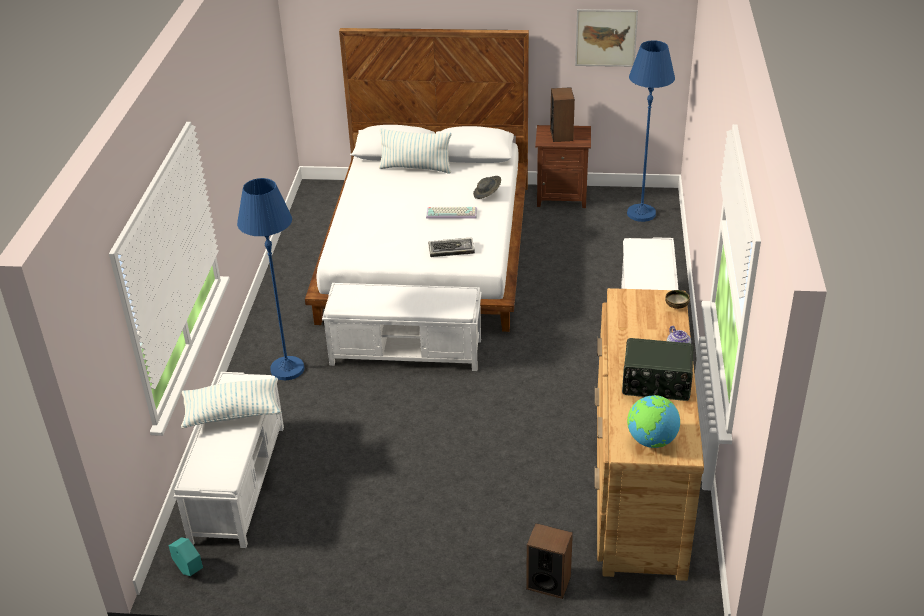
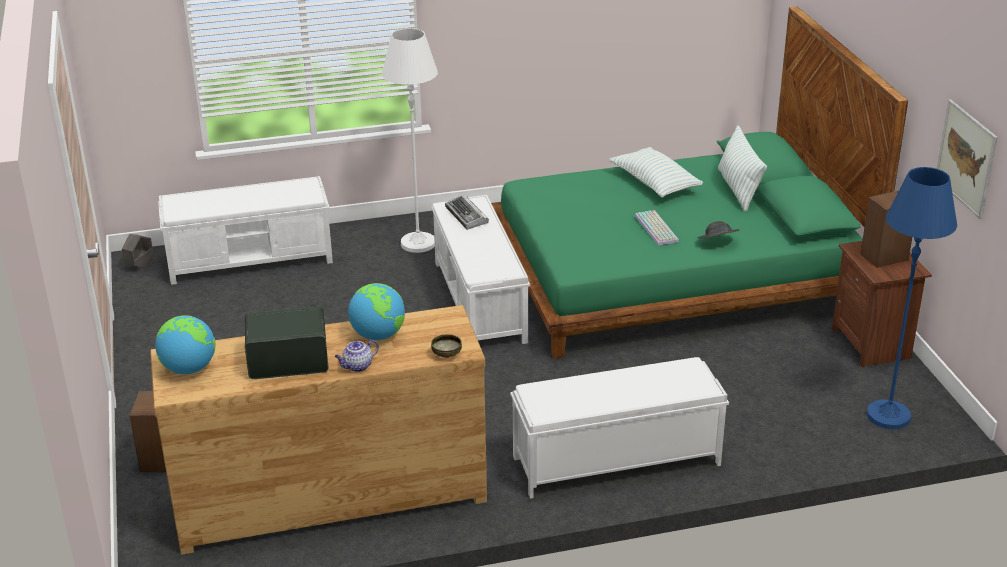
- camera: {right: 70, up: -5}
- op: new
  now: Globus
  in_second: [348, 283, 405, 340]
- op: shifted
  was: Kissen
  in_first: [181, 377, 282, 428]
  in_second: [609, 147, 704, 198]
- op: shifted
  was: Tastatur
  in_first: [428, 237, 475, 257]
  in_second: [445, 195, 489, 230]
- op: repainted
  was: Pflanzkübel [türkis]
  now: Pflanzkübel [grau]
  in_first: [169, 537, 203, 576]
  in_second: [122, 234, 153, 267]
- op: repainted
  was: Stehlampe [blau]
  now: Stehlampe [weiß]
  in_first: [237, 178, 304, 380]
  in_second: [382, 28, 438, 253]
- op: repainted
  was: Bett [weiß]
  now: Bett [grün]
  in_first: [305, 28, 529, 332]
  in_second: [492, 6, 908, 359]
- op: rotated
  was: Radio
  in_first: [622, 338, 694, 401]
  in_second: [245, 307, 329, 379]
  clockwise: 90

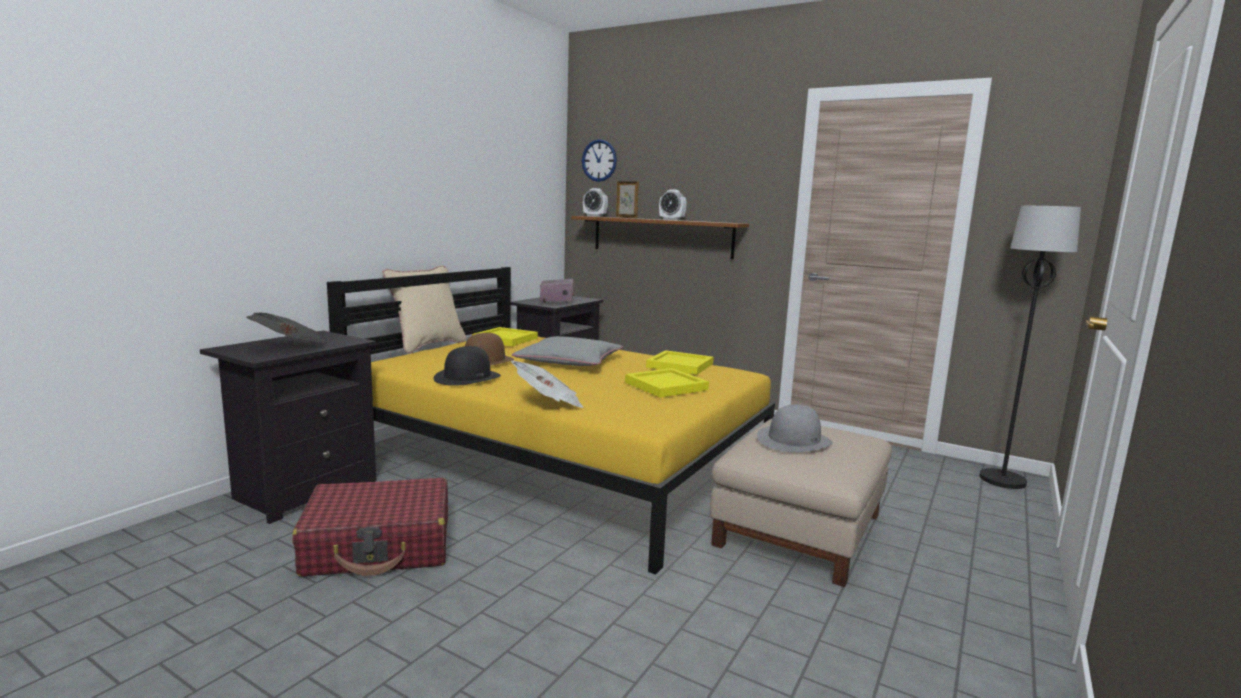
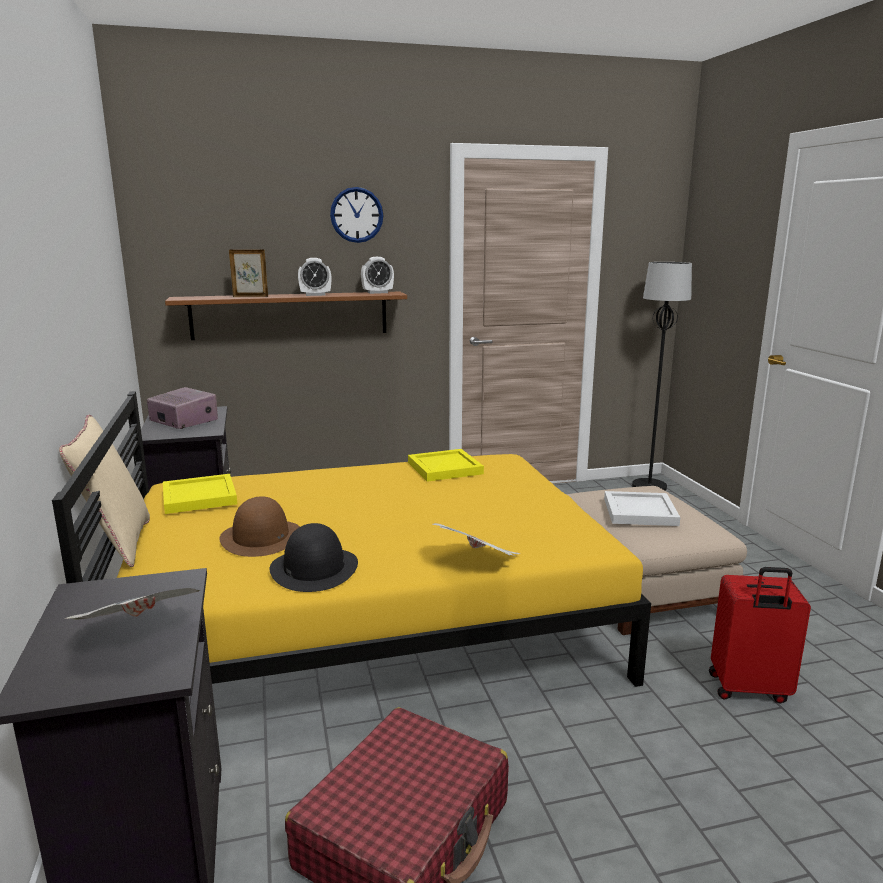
- camera: {right: -45, up: 5}
- op: gone
  was: Kissen [grau]
  in_first: [512, 336, 623, 366]
- op: gone
  was: Tablett [gelb]
  in_first: [625, 368, 709, 398]
- op: new
  now: Koffer [rot]
  in_second: [709, 567, 811, 704]
- op: shifted
  was: Wanduhr
  in_first: [582, 139, 617, 182]
  in_second: [330, 187, 383, 243]
- op: shifted
  was: Wecker
  in_first: [583, 188, 608, 217]
  in_second: [361, 257, 394, 294]
- op: swapped
  was: Hut [grau]
  now: Tablett [weiß]
  in_first: [757, 404, 833, 452]
  in_second: [604, 491, 680, 526]

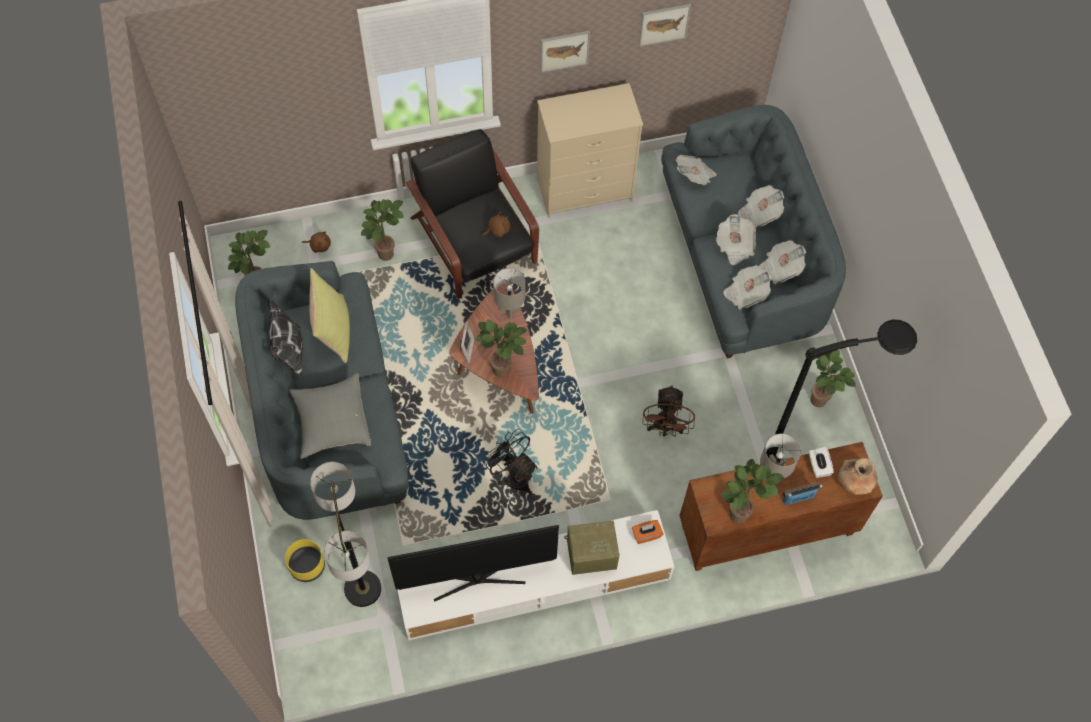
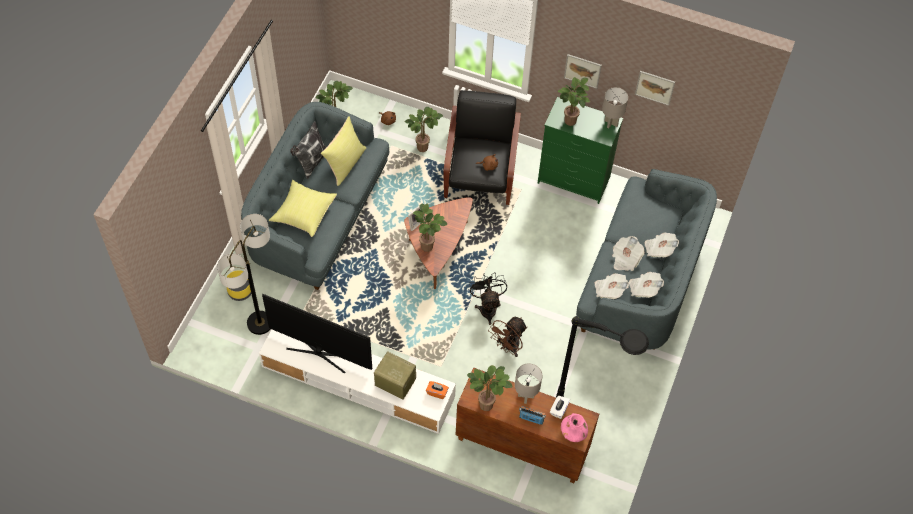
- camera: {right: 35, up: -5}
- op: gone
  was: Zeitung
  in_first: [676, 155, 716, 186]
- op: shifted
  was: Ventilator [schwarz]
  in_first: [483, 429, 538, 495]
  in_second: [469, 272, 507, 325]
- op: shifted
  was: Tischlampe [grau]
  in_first: [493, 268, 526, 320]
  in_second: [602, 87, 628, 129]
- op: shifted
  was: Topfpflanze
  in_first: [810, 350, 856, 407]
  in_second: [558, 77, 590, 126]
- op: repainted
  was: Kissen [grau]
  now: Kissen [gelb]
  in_first: [289, 373, 371, 459]
  in_second: [269, 180, 337, 237]
- op: repainted
  was: Kommode [beige]
  now: Kommode [grün]
  in_first: [537, 83, 643, 218]
  in_second: [538, 97, 623, 204]
- op: repainted
  was: Vase [braun]
  now: Vase [rosa]
  in_first: [838, 458, 878, 495]
  in_second: [561, 413, 588, 442]

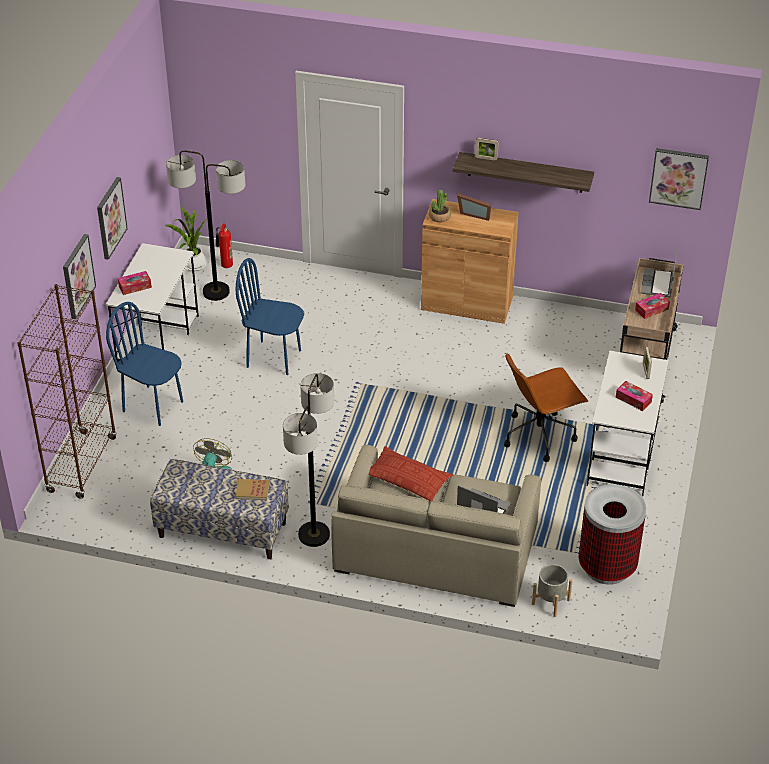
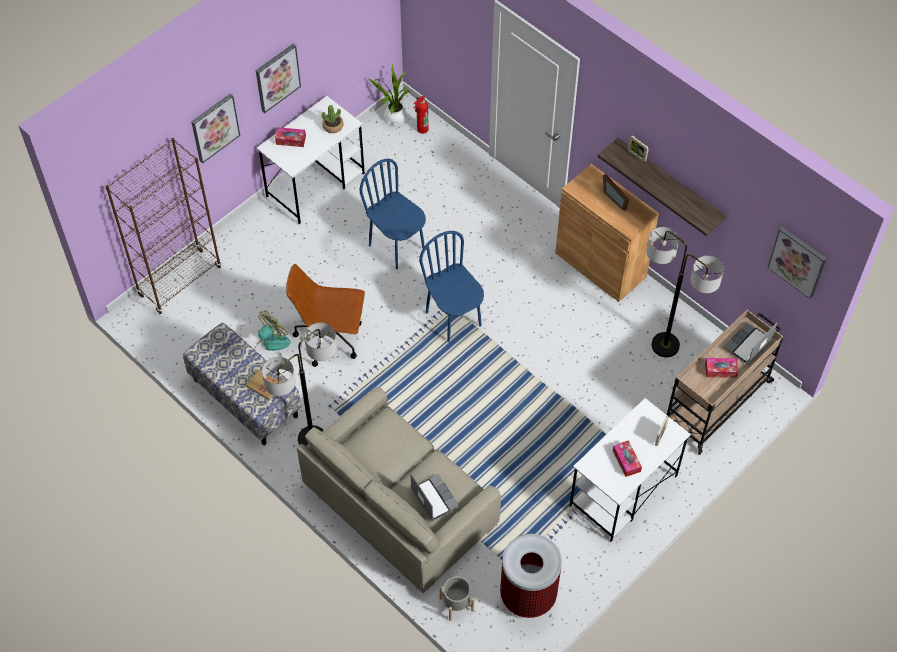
- camera: {right: 30, up: 15}
- op: gone
  was: Kissen
  in_first: [369, 446, 453, 501]
- op: shifted
  was: Stuhl [blau]
  in_first: [106, 302, 183, 426]
  in_second: [419, 231, 484, 342]
- op: shifted
  was: Stehlampe
  in_first: [166, 150, 245, 301]
  in_second: [646, 227, 724, 357]
- op: shifted
  was: Topfpflanze
  in_first: [429, 190, 451, 222]
  in_second: [322, 105, 344, 133]
- op: shifted
  was: Bürostuhl [braun]
  in_first: [504, 354, 588, 462]
  in_second: [286, 264, 365, 367]

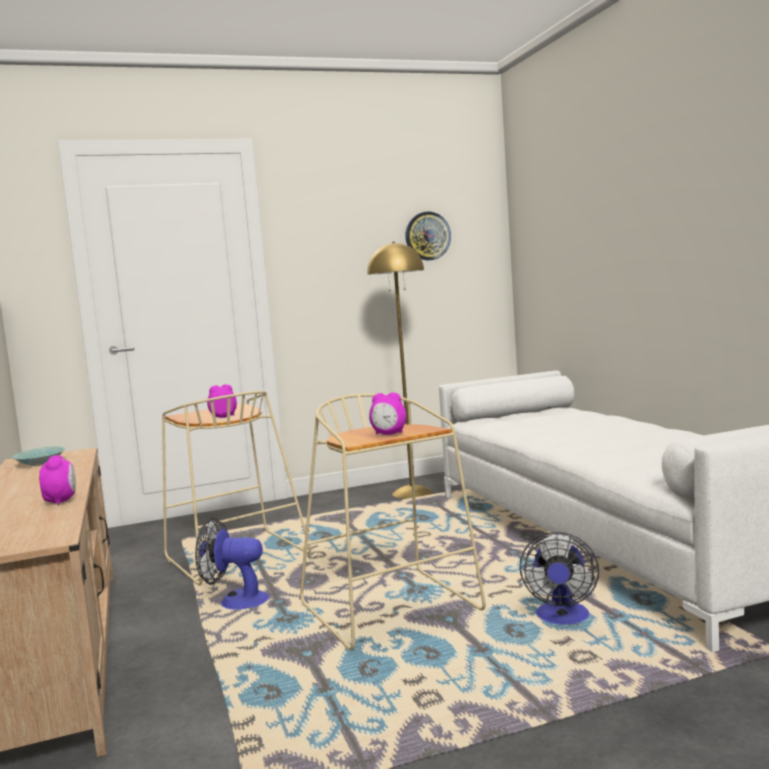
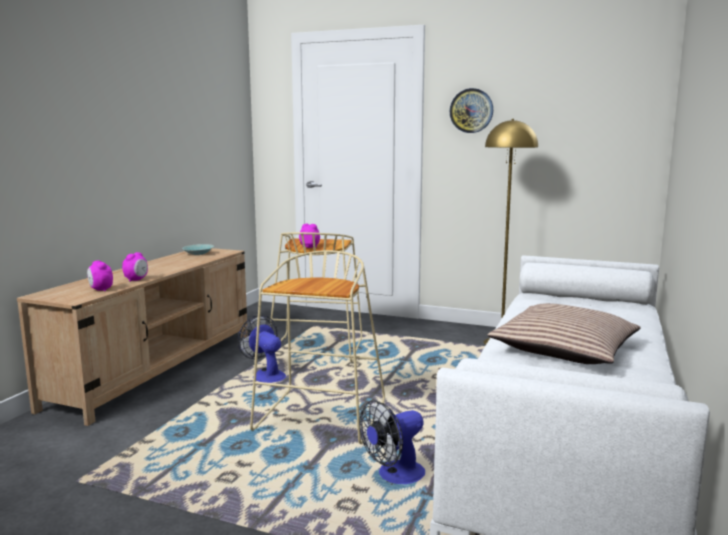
- camera: {right: 40, up: 5}
- op: new
  now: Kissen
  in_second: [487, 303, 640, 364]
- op: shifted
  was: Wecker
  in_first: [369, 392, 406, 435]
  in_second: [87, 261, 113, 291]
- op: shifted
  was: Wanduhr
  in_first: [405, 211, 451, 260]
  in_second: [450, 88, 493, 133]

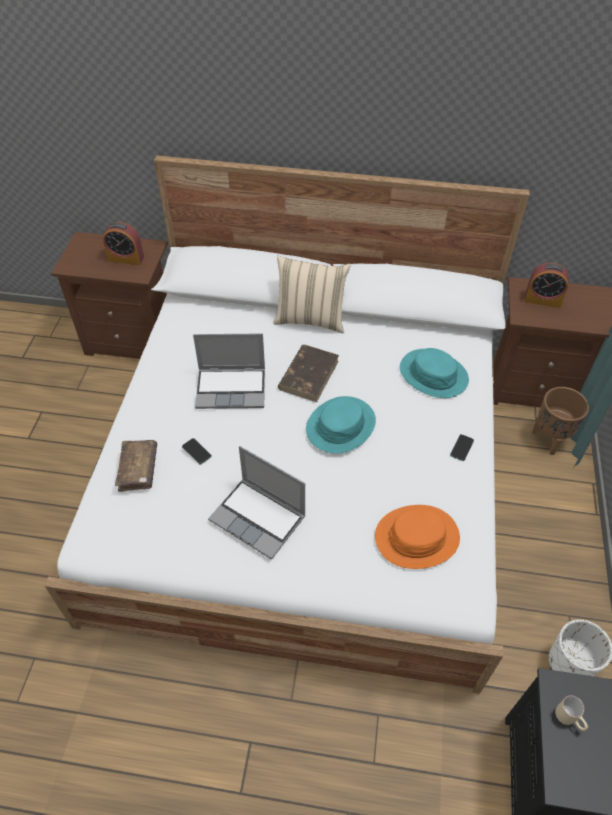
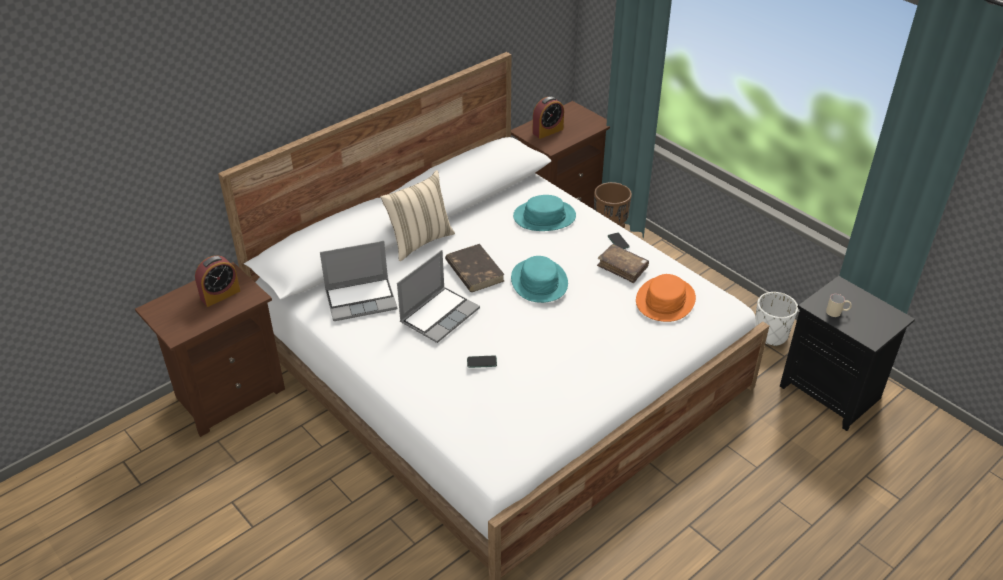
- camera: {right: -50, up: -10}
- op: shifted
  was: Buch [braun]
  in_first: [115, 440, 157, 492]
  in_second: [597, 244, 649, 283]
- op: shifted
  was: Laptop
  in_first: [208, 446, 306, 560]
  in_second: [320, 241, 397, 321]

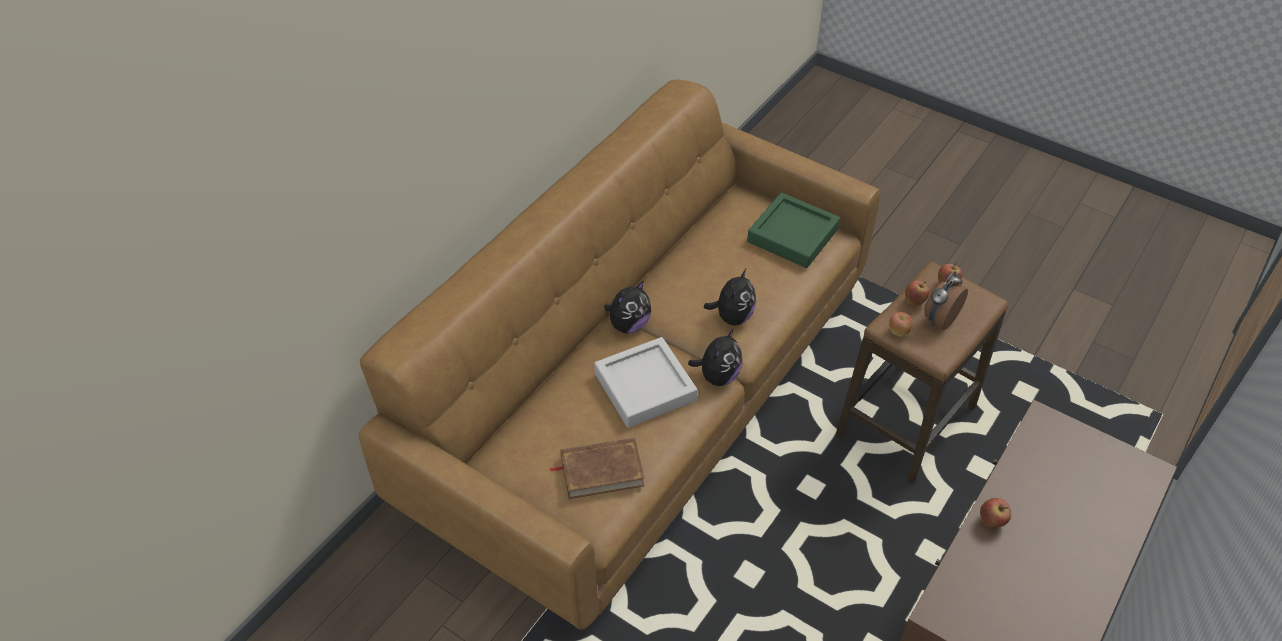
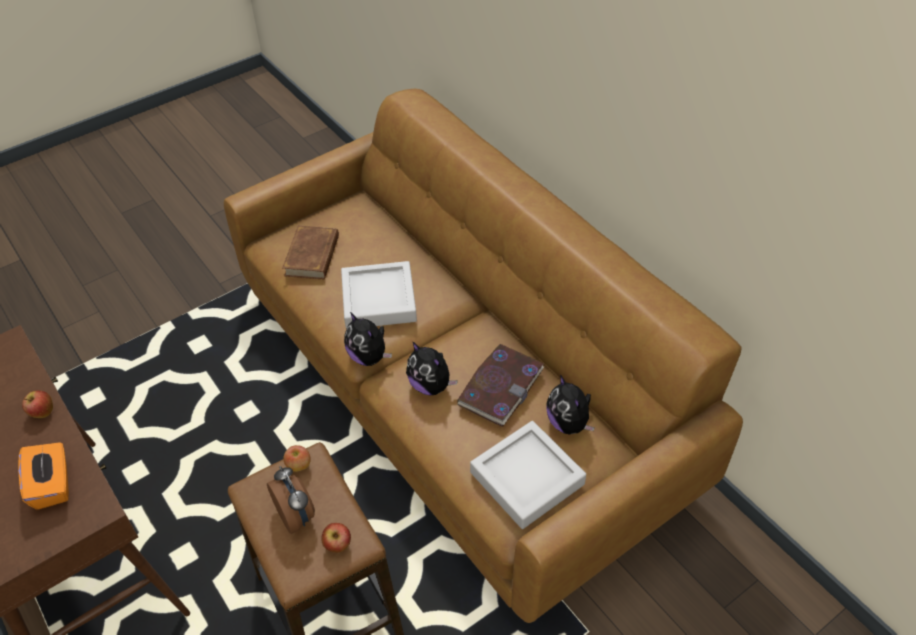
- camera: {right: 110, up: 0}
- op: gone
  was: Apfel
  in_first: [905, 280, 930, 306]
- op: new
  now: Taschentuchbox [orange]
  in_second: [19, 442, 69, 510]
- op: new
  now: Buch
  in_second: [457, 344, 544, 427]
- op: shifted
  was: Plüschtier
  in_first: [604, 280, 651, 334]
  in_second: [547, 375, 595, 434]
- op: repainted
  was: Tablett [grün]
  now: Tablett [grau]
  in_first: [747, 193, 840, 268]
  in_second: [470, 421, 586, 529]

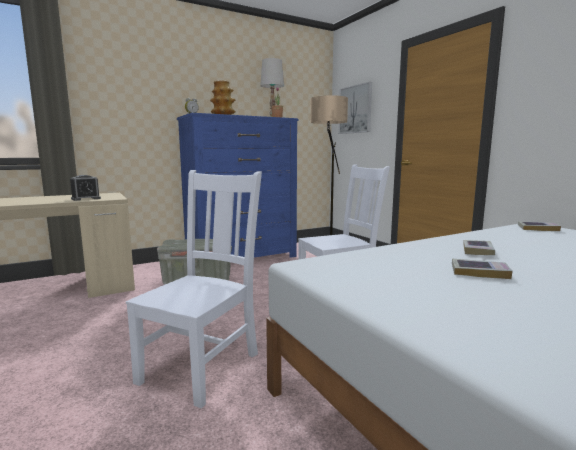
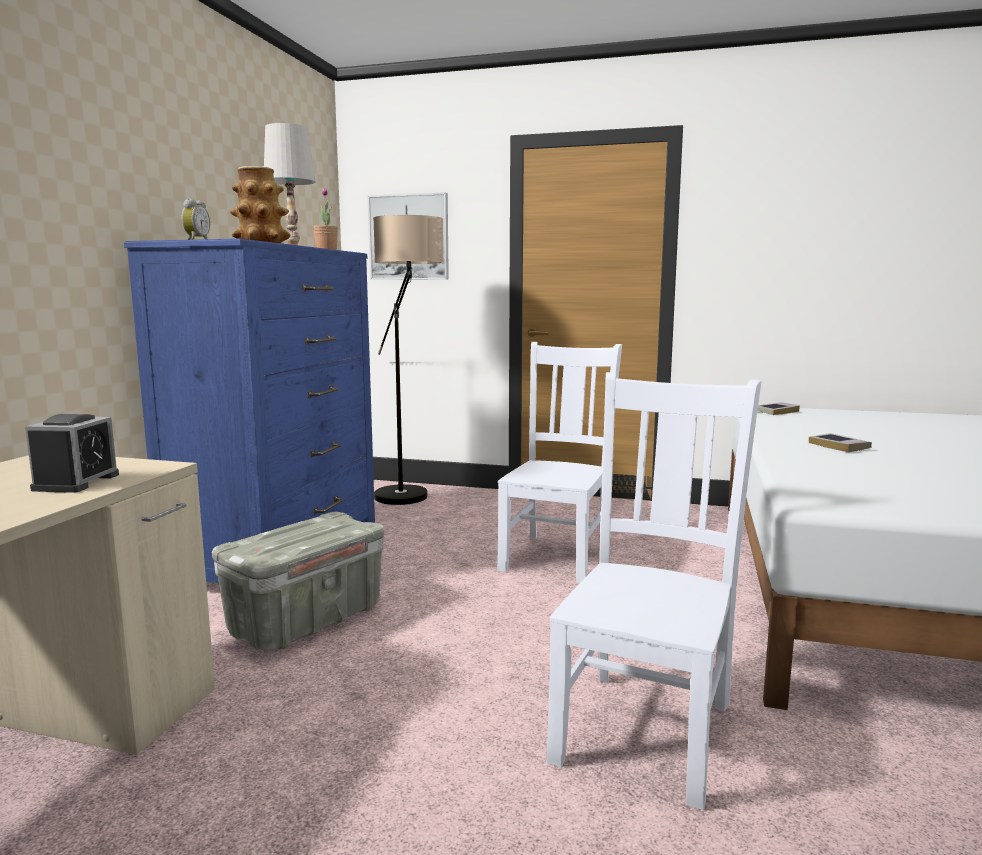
- camera: {right: -45, up: 0}
- op: gone
  was: Buch
  in_first: [452, 259, 513, 279]
- op: rotated
  was: Stuhl [weiß]
  in_first: [126, 170, 262, 408]
  in_second: [546, 372, 761, 810]
  clockwise: 45

